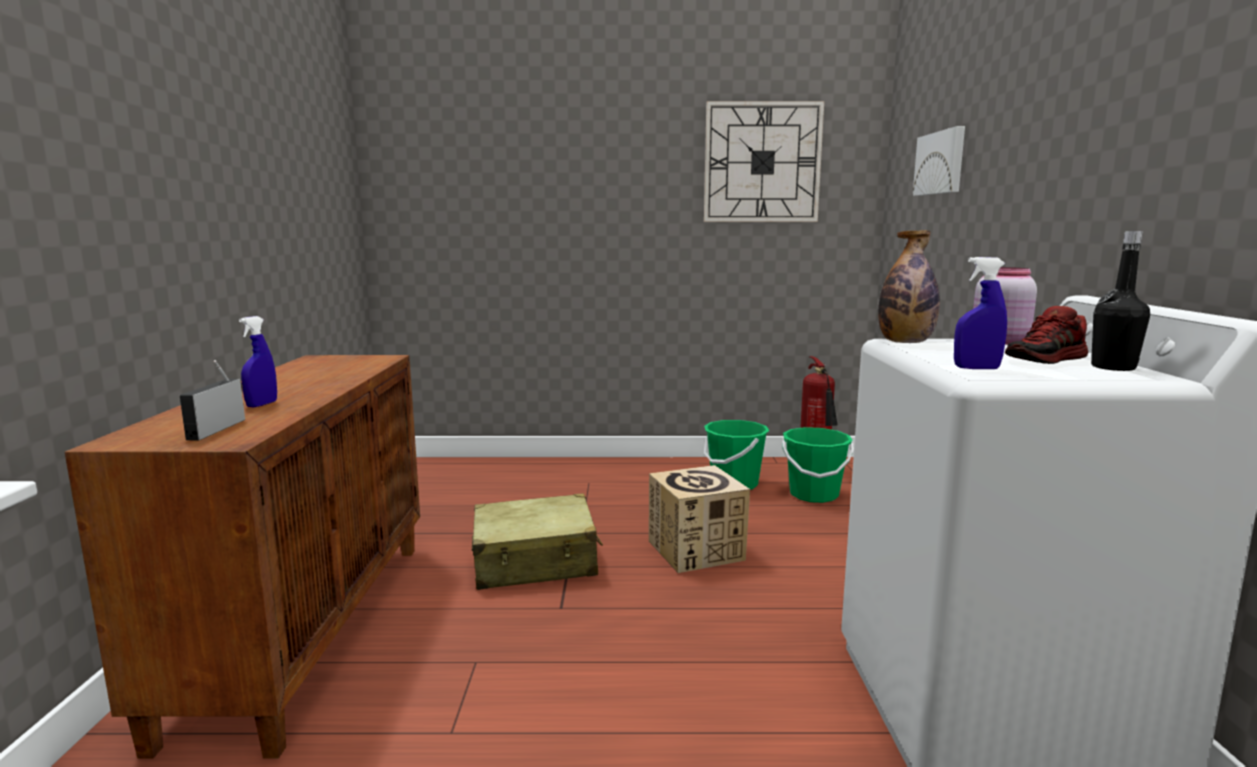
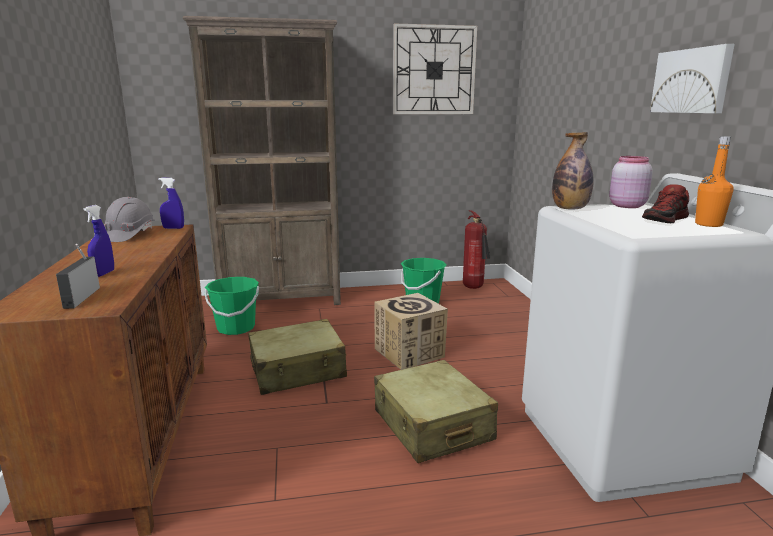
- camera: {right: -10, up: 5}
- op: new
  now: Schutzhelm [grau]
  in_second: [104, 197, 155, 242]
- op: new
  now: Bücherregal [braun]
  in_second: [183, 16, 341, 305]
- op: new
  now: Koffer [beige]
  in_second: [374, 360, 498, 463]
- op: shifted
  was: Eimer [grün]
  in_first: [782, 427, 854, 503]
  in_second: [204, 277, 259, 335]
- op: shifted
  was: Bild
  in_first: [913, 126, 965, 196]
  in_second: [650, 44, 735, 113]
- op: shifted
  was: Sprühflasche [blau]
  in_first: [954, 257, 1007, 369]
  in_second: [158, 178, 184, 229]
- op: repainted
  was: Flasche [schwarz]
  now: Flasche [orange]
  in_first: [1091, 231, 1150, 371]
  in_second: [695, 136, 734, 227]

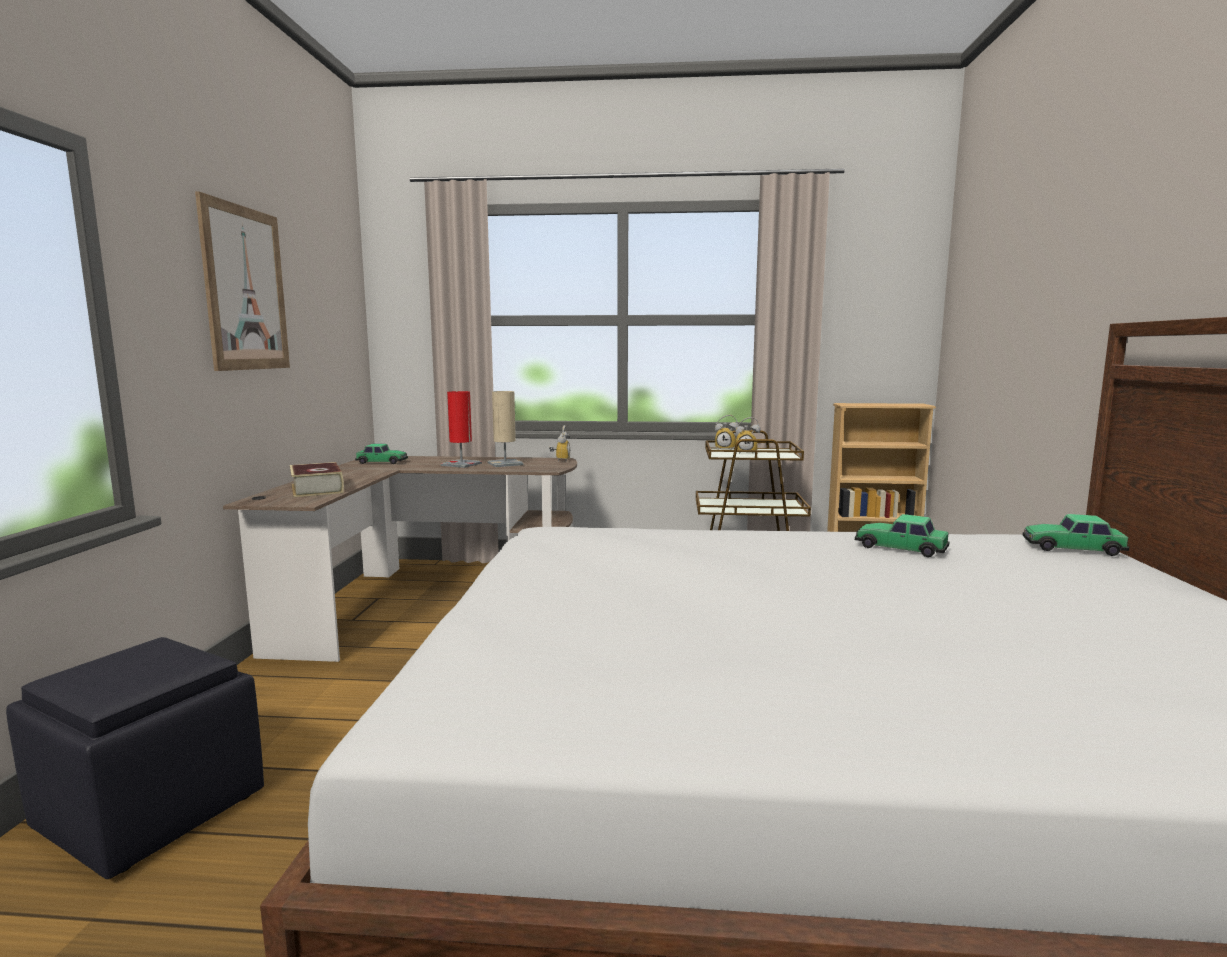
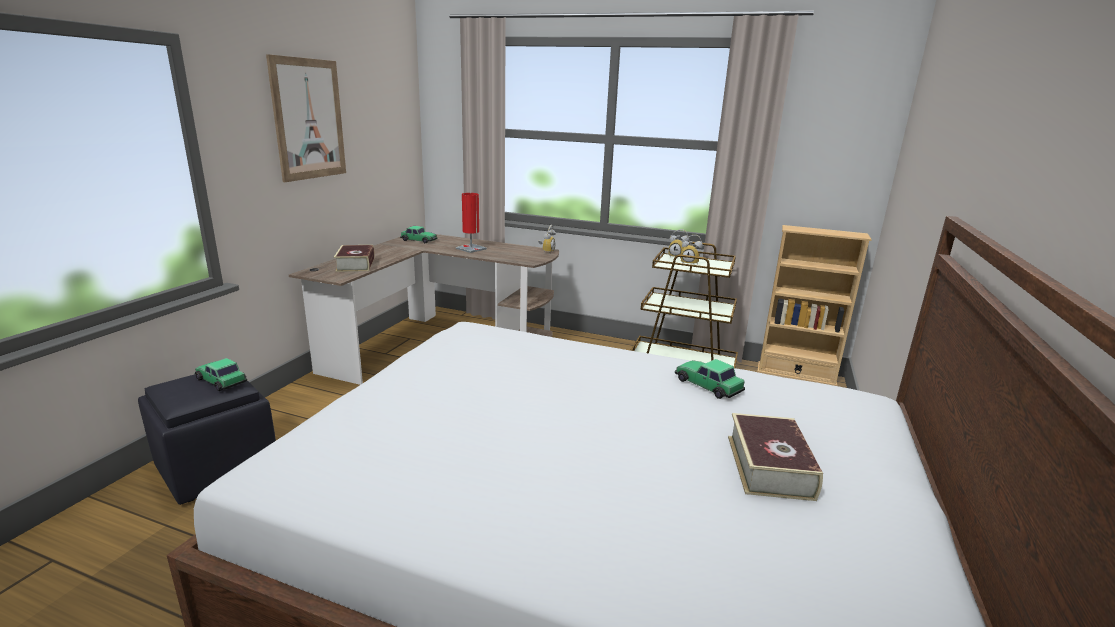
- camera: {right: 15, up: 10}
- op: gone
  was: Tischlampe [beige]
  in_first: [487, 391, 524, 467]
- op: new
  now: Buch
  in_second: [728, 413, 823, 501]
- op: shifted
  was: Spielzeugauto
  in_first: [1023, 514, 1129, 556]
  in_second: [194, 358, 247, 391]

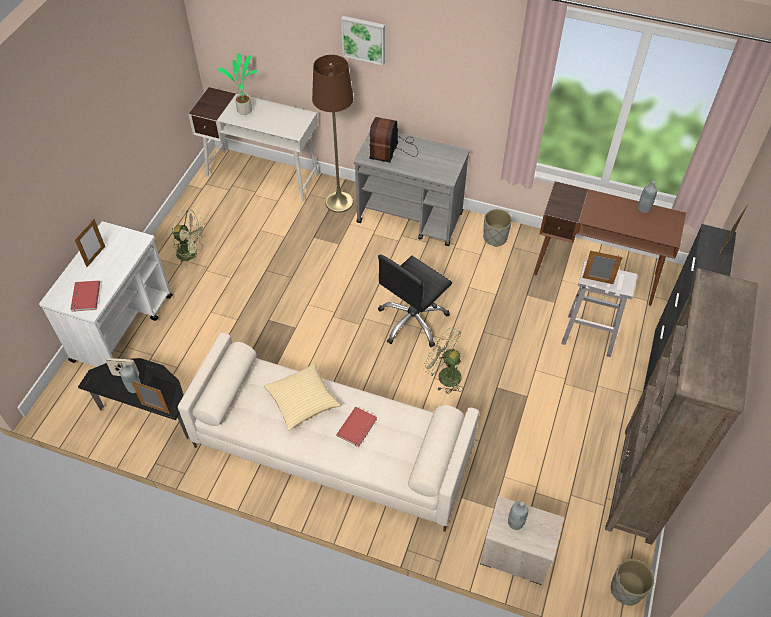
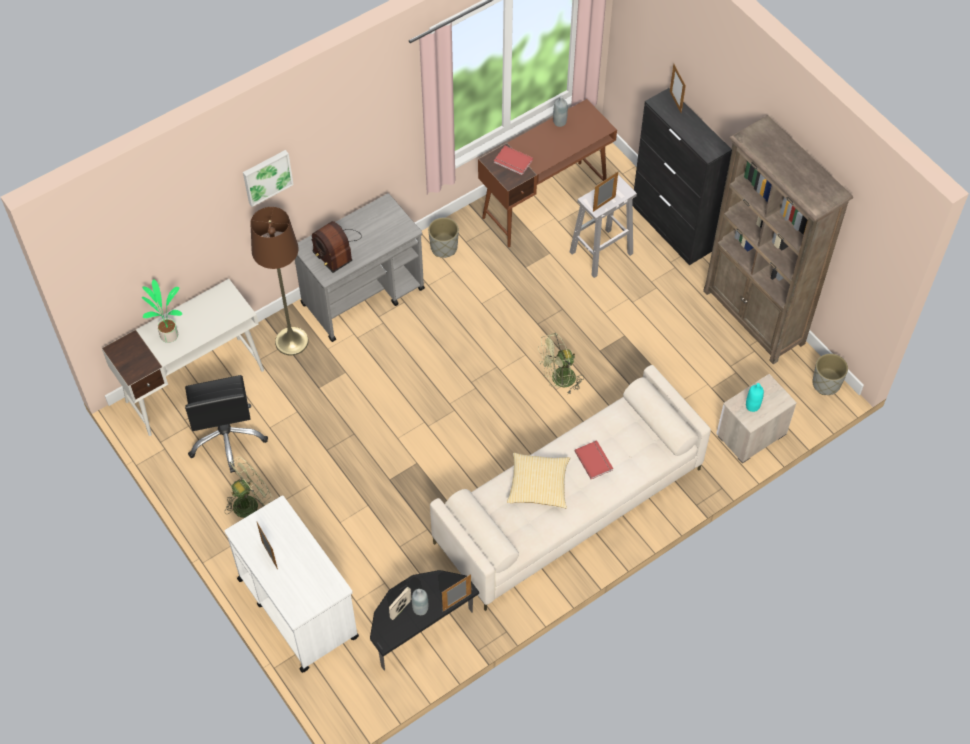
- camera: {right: -55, up: 5}
- op: shifted
  was: Buch [rot]
  in_first: [70, 281, 100, 312]
  in_second: [494, 146, 533, 175]
- op: shifted
  was: Bürostuhl [schwarz]
  in_first: [378, 254, 452, 347]
  in_second: [185, 375, 268, 473]
- op: repainted
  was: Flasche [grau]
  now: Flasche [türkis]
  in_first: [508, 502, 528, 530]
  in_second: [746, 383, 764, 412]

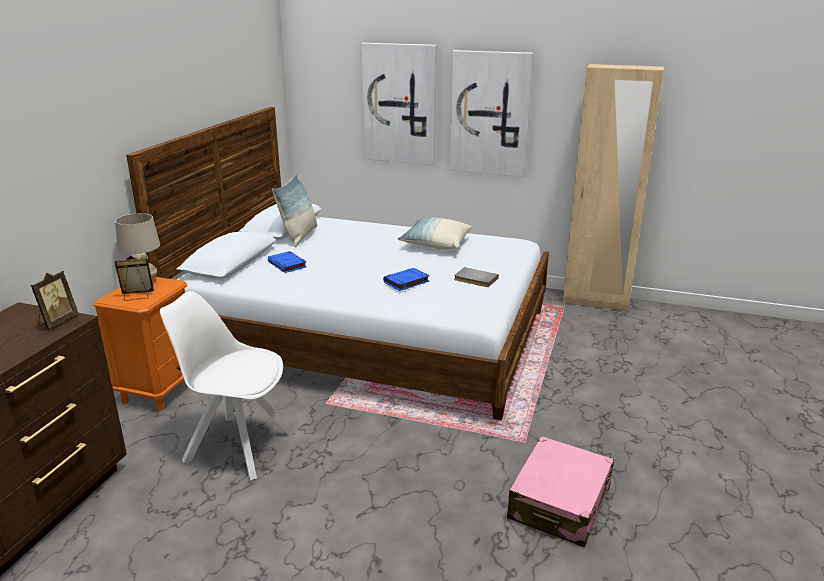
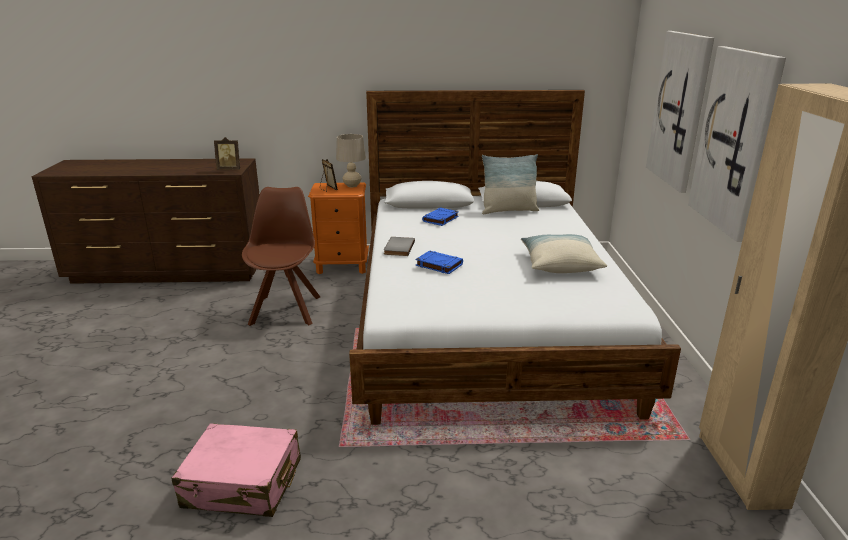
- camera: {right: 70, up: 0}
- op: shifted
  was: Buch [grau]
  in_first: [454, 267, 499, 287]
  in_second: [384, 237, 415, 256]
- op: repainted
  was: Stuhl [weiß]
  now: Stuhl [braun]
  in_first: [160, 291, 295, 480]
  in_second: [242, 187, 320, 326]

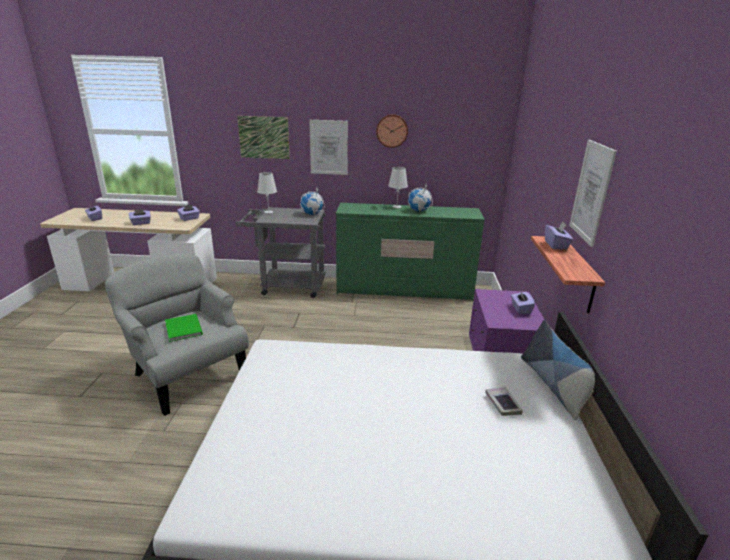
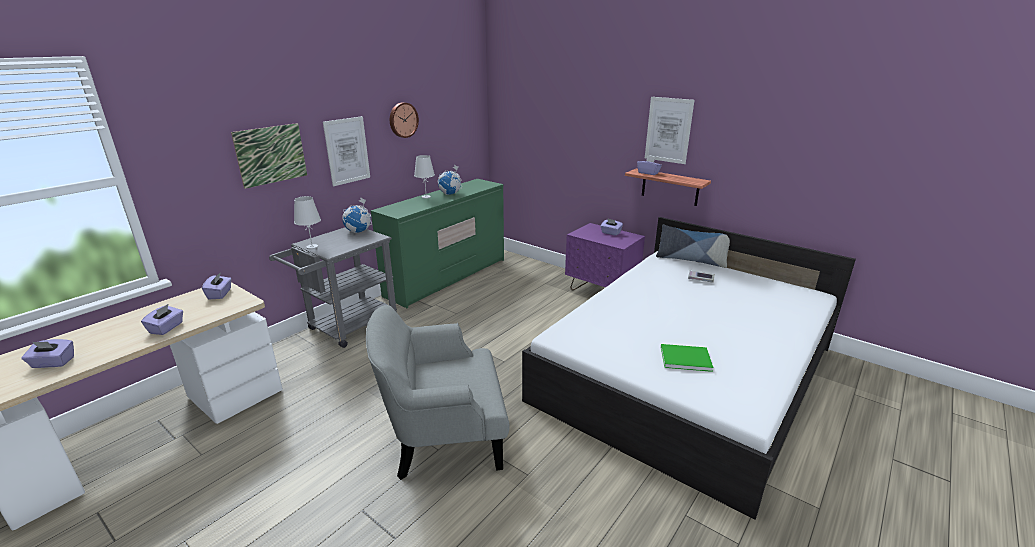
- camera: {right: -55, up: 0}
- op: shifted
  was: Buch [grün]
  in_first: [165, 314, 203, 342]
  in_second: [661, 344, 714, 372]

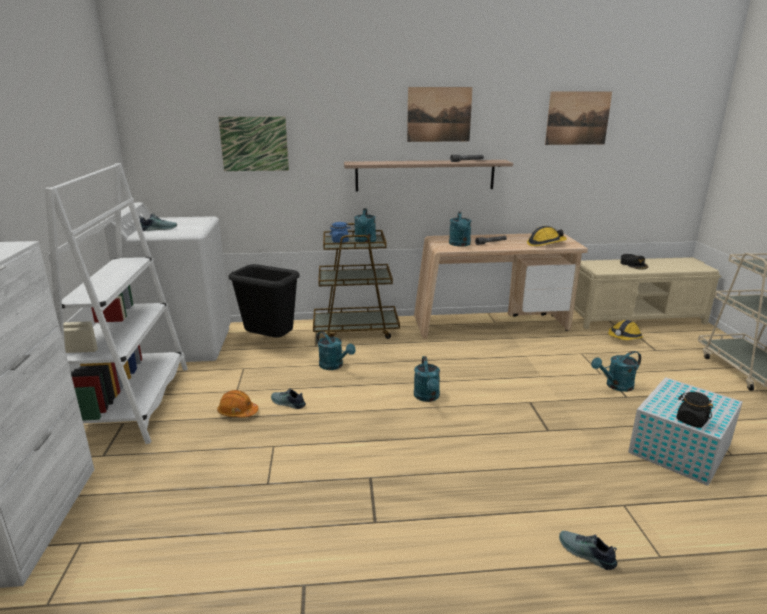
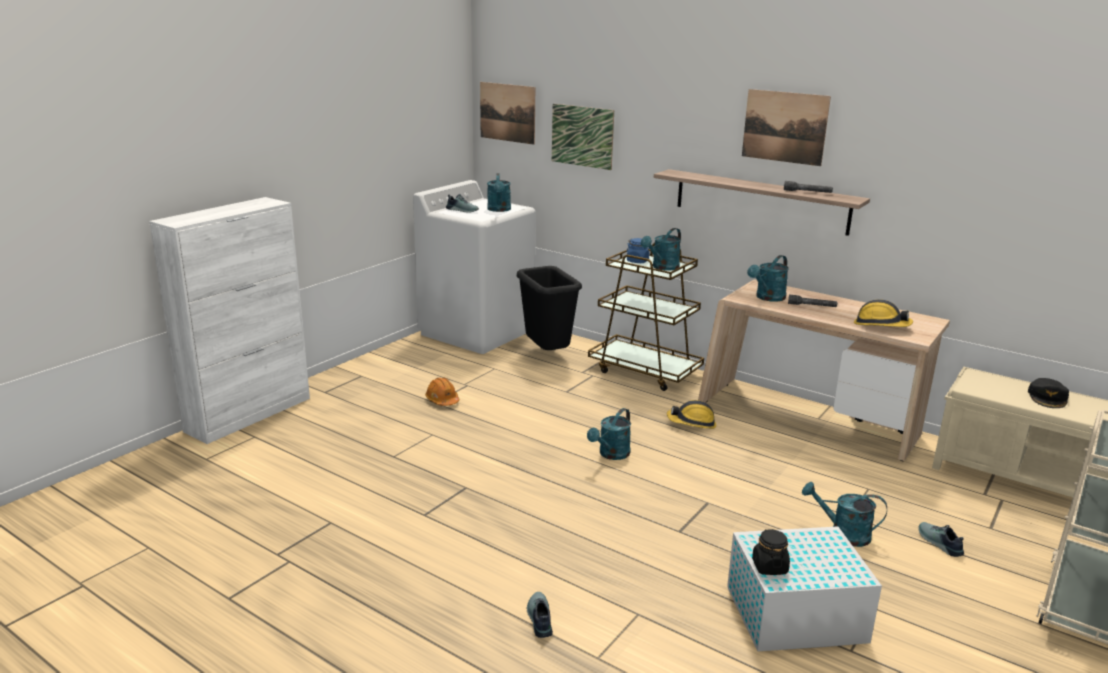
- camera: {right: 40, up: 0}
- op: gone
  was: Bücherregal [weiß]
  in_first: [45, 163, 188, 444]
- op: shifted
  was: Schuh
  in_first: [271, 388, 306, 409]
  in_second: [918, 522, 964, 557]
- op: shifted
  was: Gießkanne [türkis]
  in_first: [317, 331, 356, 370]
  in_second: [487, 173, 511, 212]
- op: shifted
  was: Bild
  in_first: [545, 92, 612, 145]
  in_second: [480, 82, 535, 145]
- op: shifted
  was: Schutzhelm
  in_first: [608, 320, 643, 340]
  in_second: [667, 400, 716, 429]

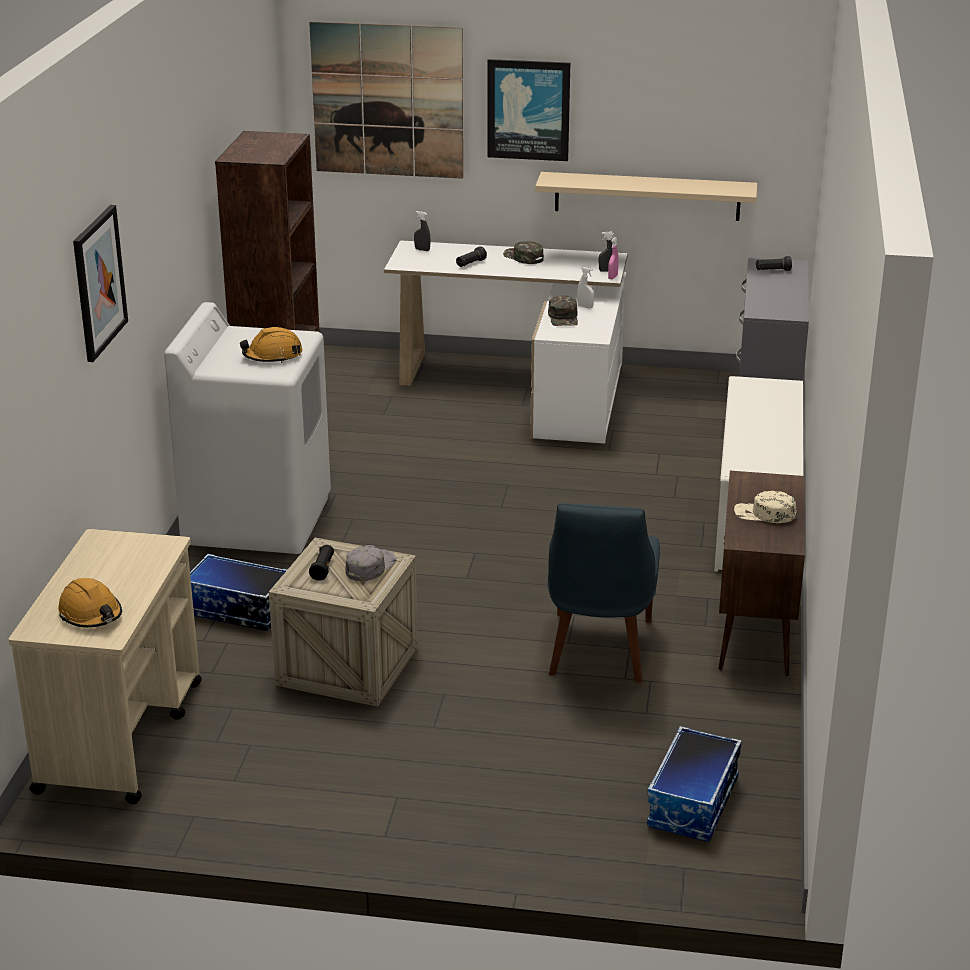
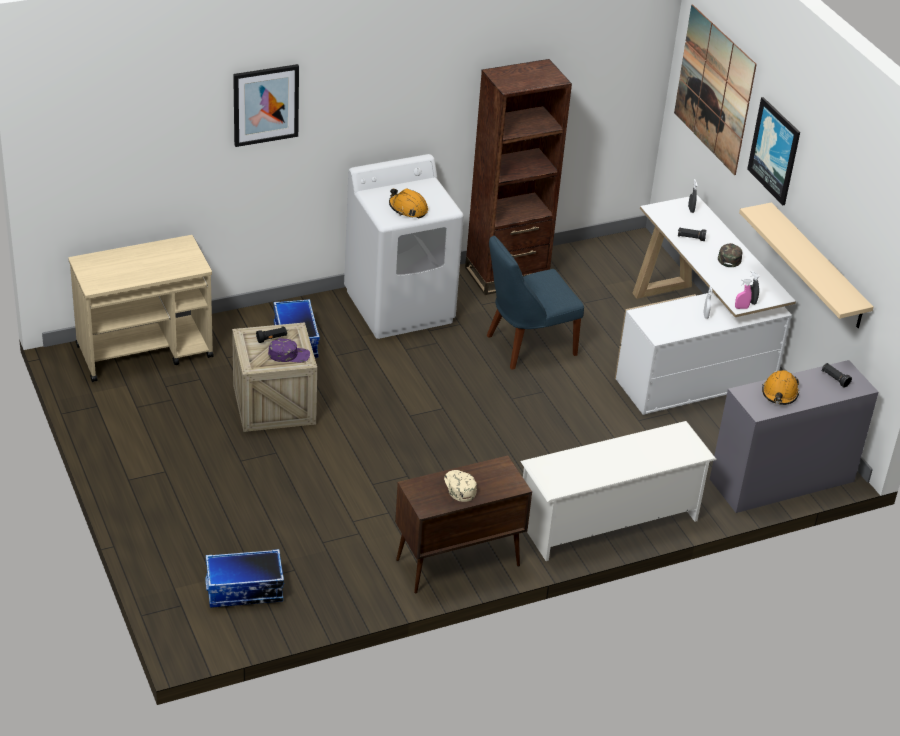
- camera: {right: 55, up: 10}
- op: gone
  was: Kappe [grün]
  in_first: [548, 295, 578, 326]
- op: shifted
  was: Schutzhelm [orange]
  in_first: [58, 578, 122, 628]
  in_second: [762, 370, 799, 405]
- op: shifted
  was: Stuhl [blau]
  in_first: [547, 503, 660, 683]
  in_second: [487, 236, 584, 369]
- op: repainted
  was: Kappe [grau]
  now: Kappe [lila]
  in_first: [345, 545, 396, 581]
  in_second: [268, 338, 310, 362]

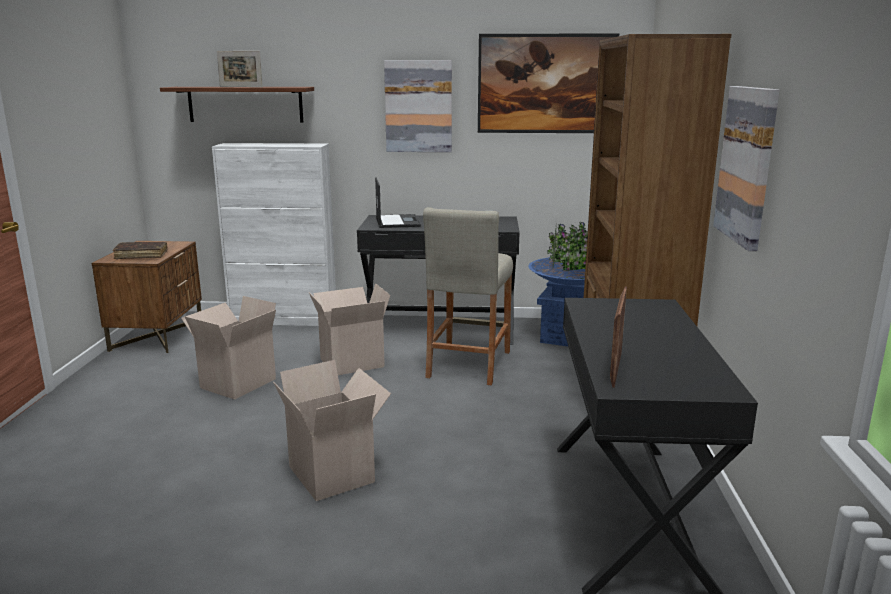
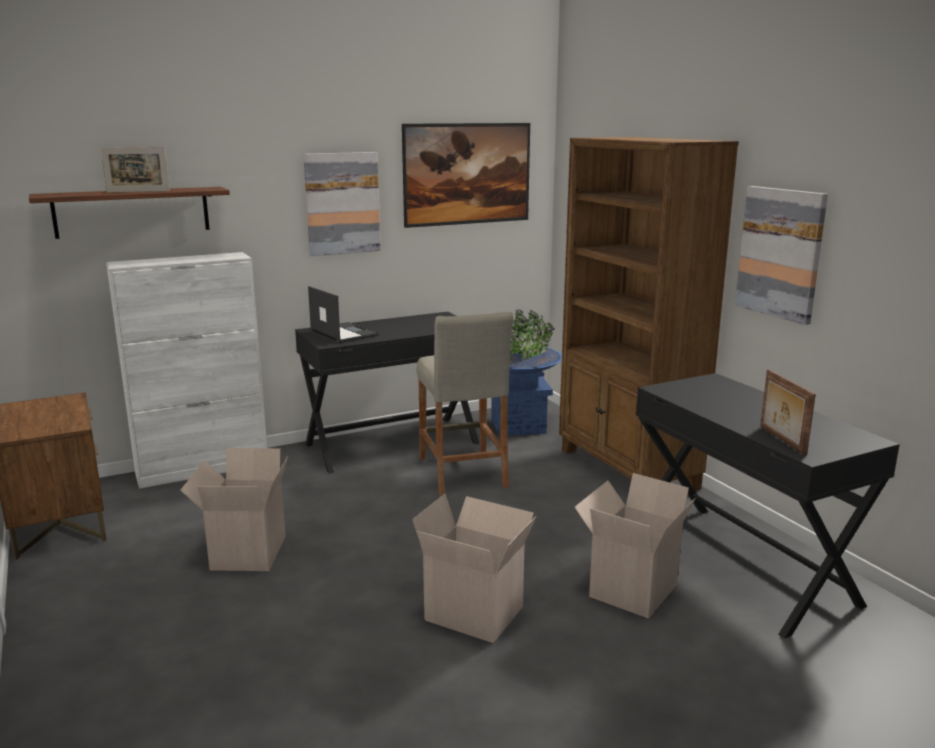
- camera: {right: -30, up: 0}
- op: gone
  was: Buch [braun]
  in_first: [113, 242, 168, 259]
- op: shifted
  was: Karton
  in_first: [309, 283, 390, 375]
  in_second: [574, 473, 696, 619]

